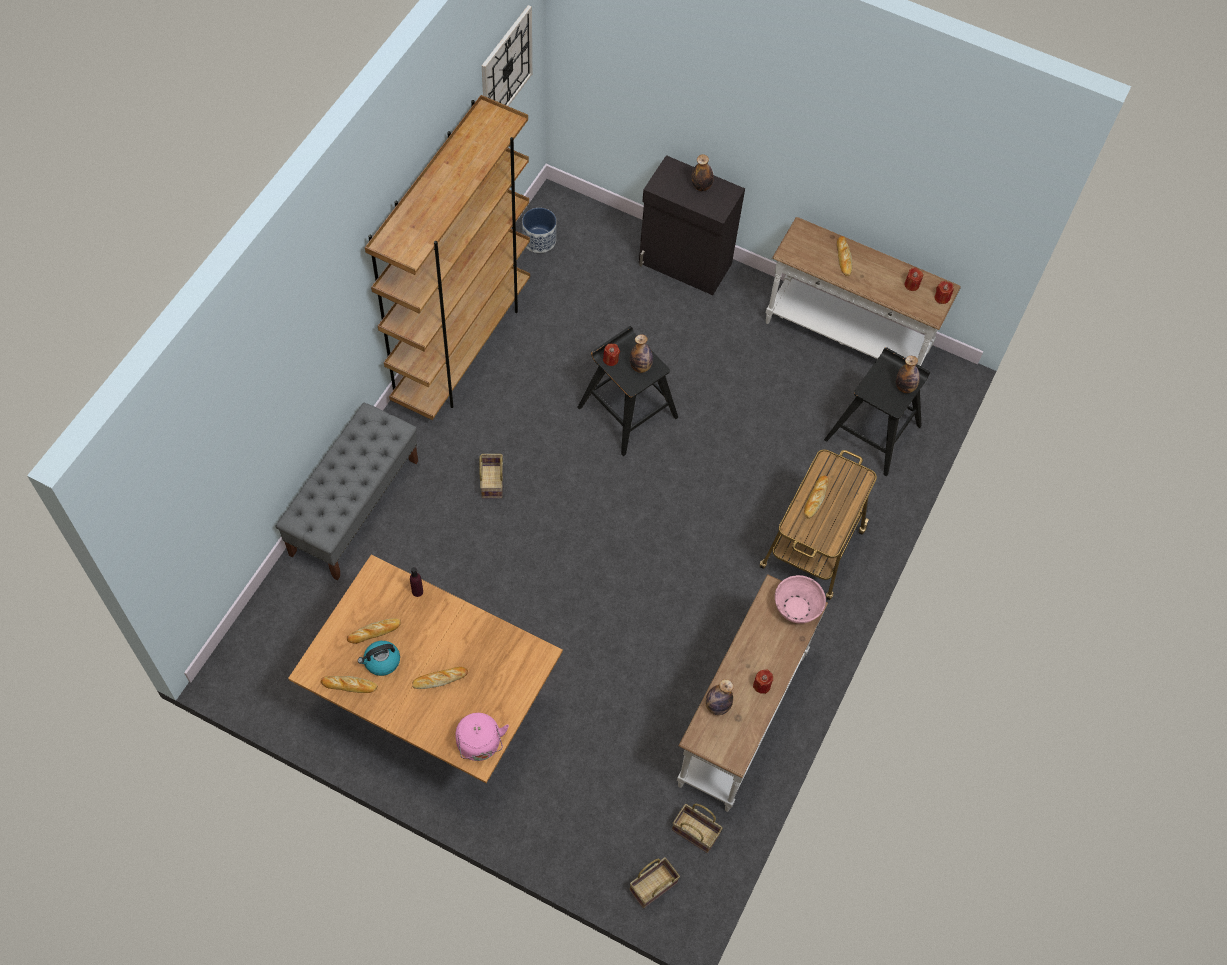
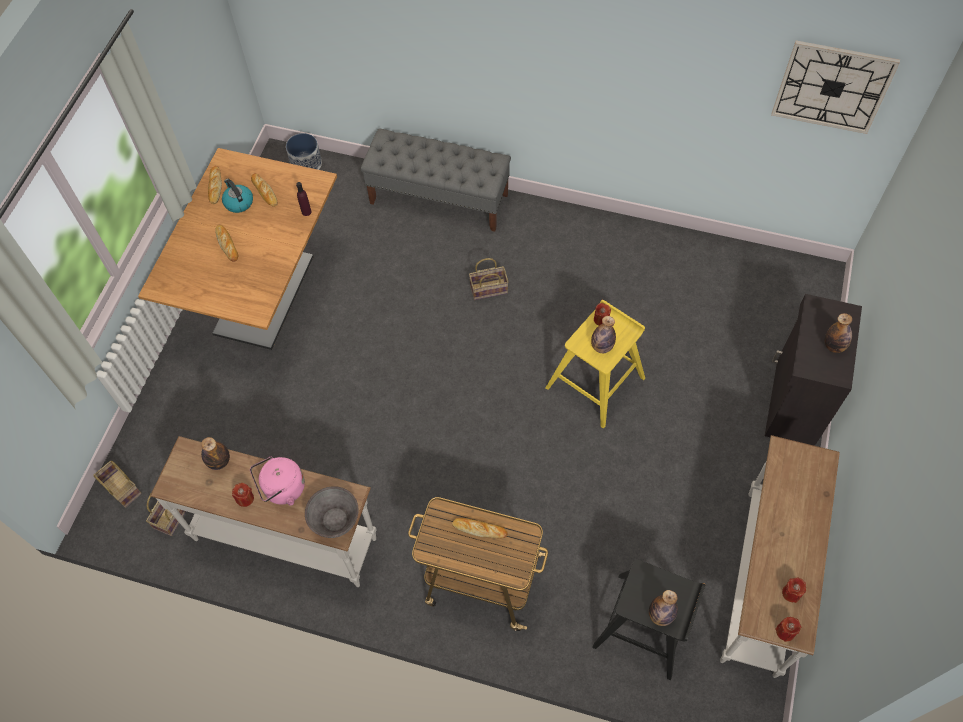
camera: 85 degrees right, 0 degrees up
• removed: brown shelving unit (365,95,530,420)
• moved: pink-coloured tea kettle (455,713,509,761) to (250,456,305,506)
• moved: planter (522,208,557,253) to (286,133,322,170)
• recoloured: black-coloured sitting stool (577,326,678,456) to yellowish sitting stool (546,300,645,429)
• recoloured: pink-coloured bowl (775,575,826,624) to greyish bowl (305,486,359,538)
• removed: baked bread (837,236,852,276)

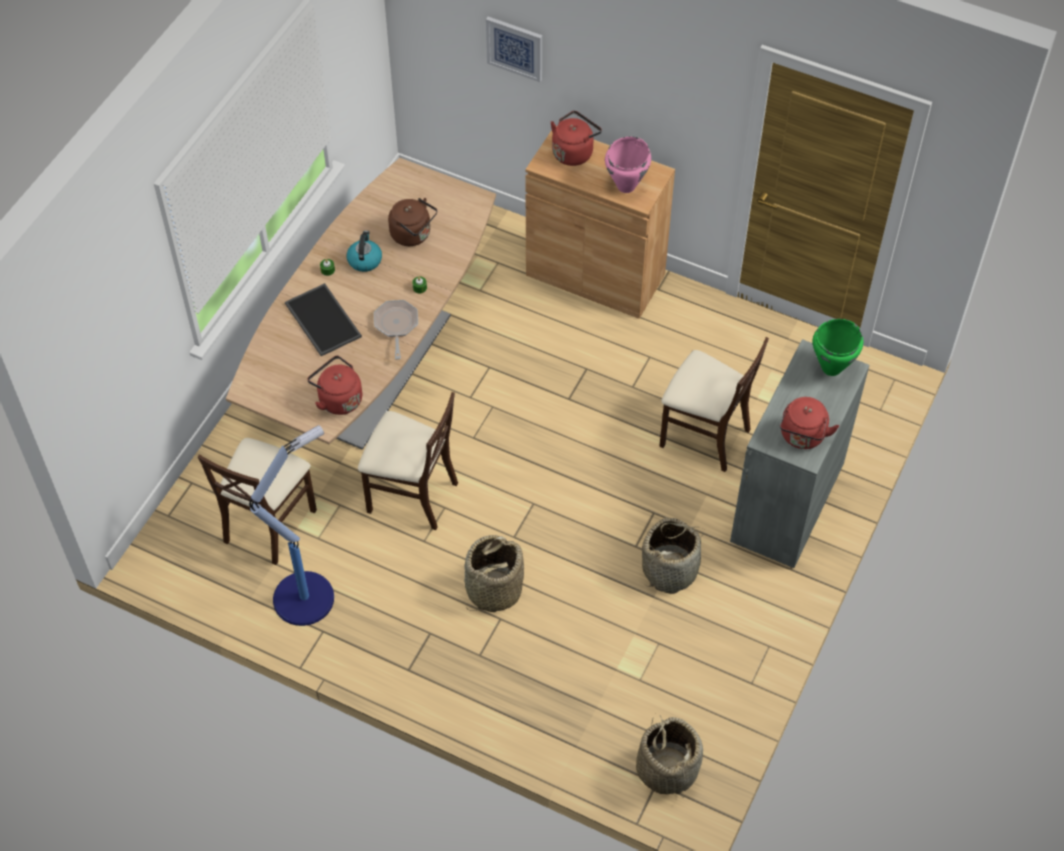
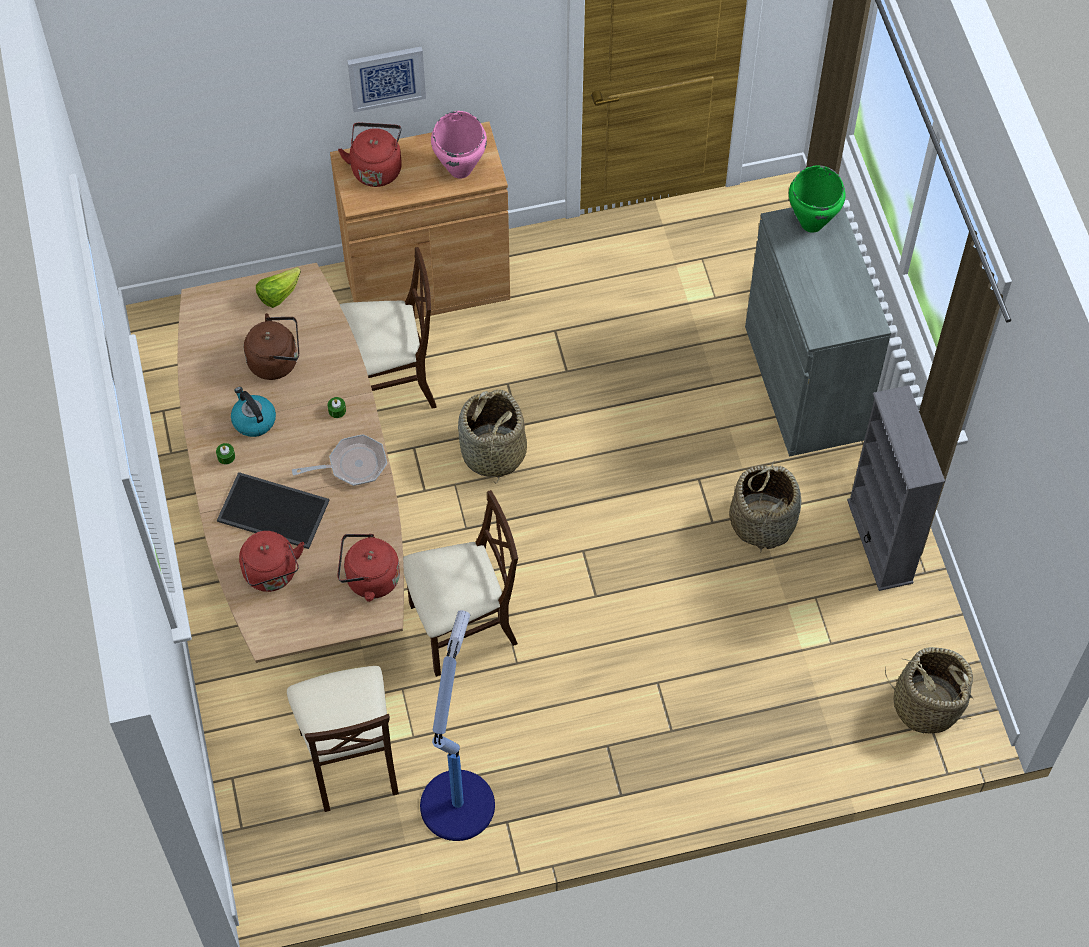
camera: 40 degrees left, 5 degrees up
• turned: skillet (374,300,418,359) = (292,434,387,486) 120 degrees clockwise
• moved: household basket (464,535,524,612) to (458,389,527,482)
• moved: picture (486,17,542,82) to (347,47,426,112)
• moved: sand-coloured upright chair (659,337,769,472) to (339,247,437,409)
• moved: reddish tea kettle (780,397,839,449) to (239,531,304,592)
• added: lettuce (256,267,301,308)
• added: greyish shelving unit (847,385,945,591)

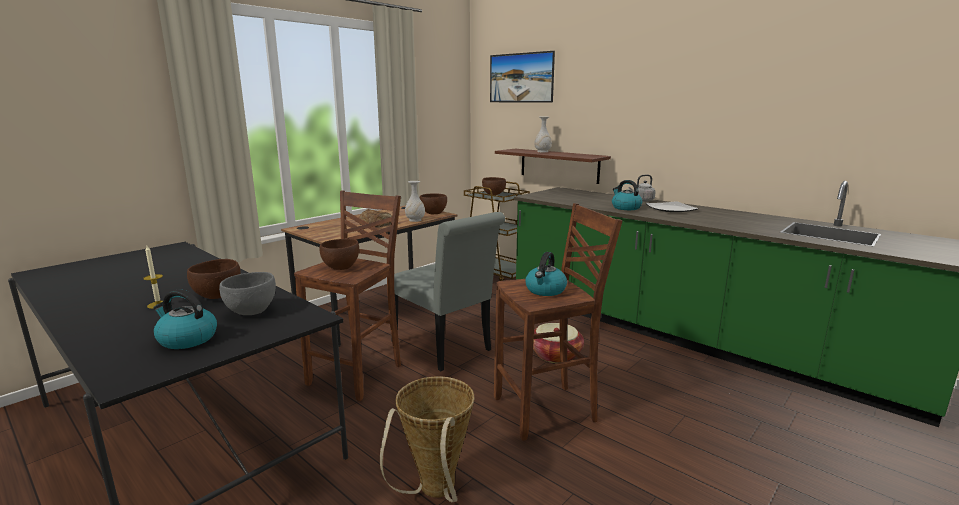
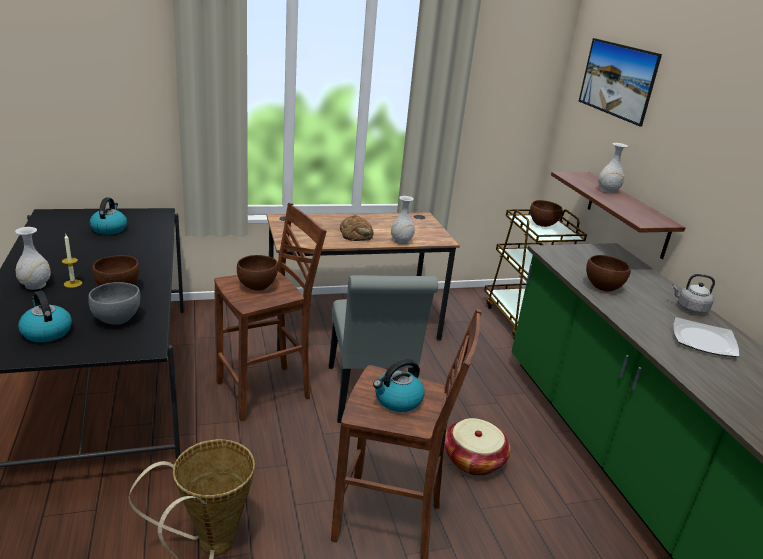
camera: 30 degrees right, 10 degrees up
• moved: brown bowl (419,194,447,214) to (586,255,631,292)
• moved: tea kettle (612,180,642,210) to (90,197,127,235)
• added: whitish decorative vase (15,227,51,290)

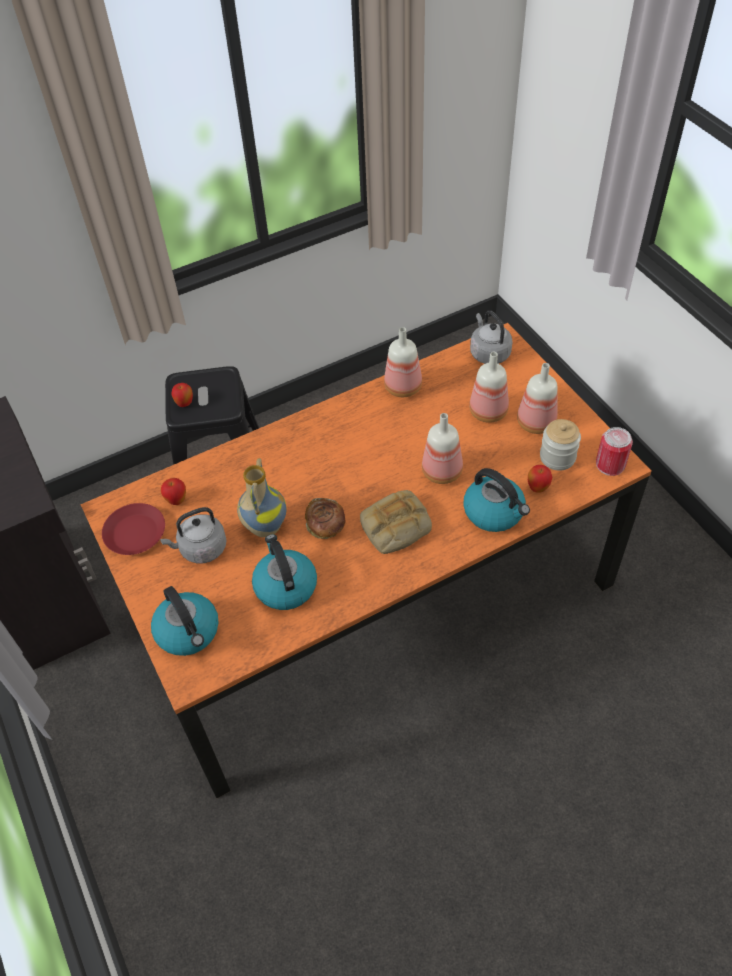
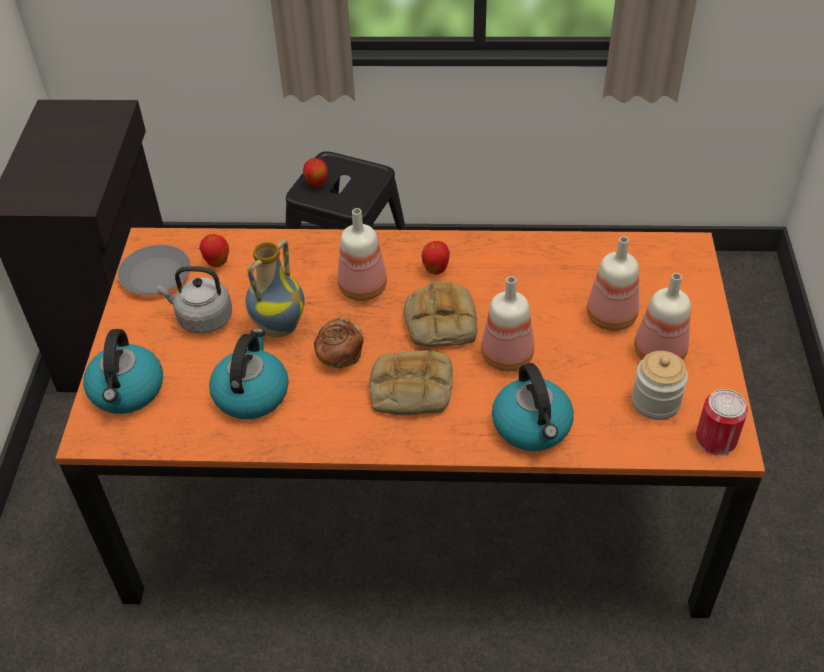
camera: 30 degrees right, 5 degrees down
• recoloured: reddish dinner plate (102,503,165,555) to greyish dinner plate (118,245,191,295)
• moved: beverage bottle (384,327,422,397) to (337,208,387,301)
• removed: greyish tea kettle (470,310,512,364)
• moved: apple fruit (528,465,552,493) to (421,241,450,274)
• added: baked bread (404,281,477,347)

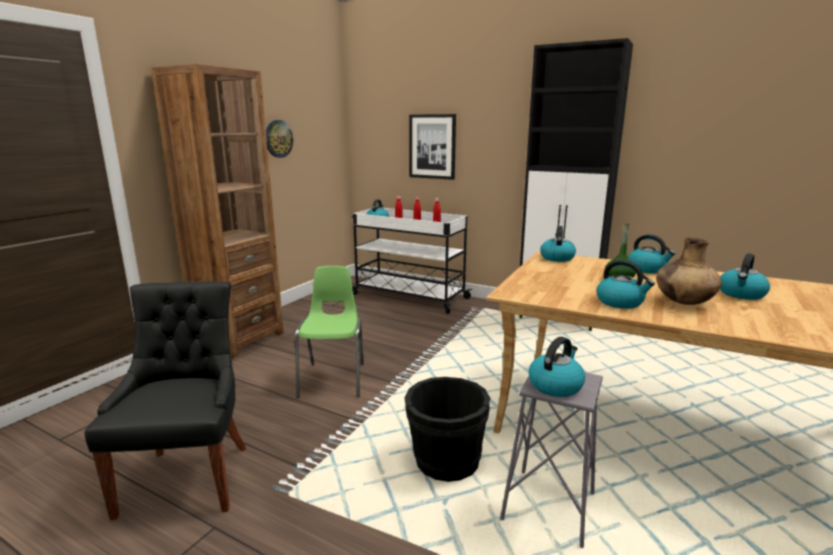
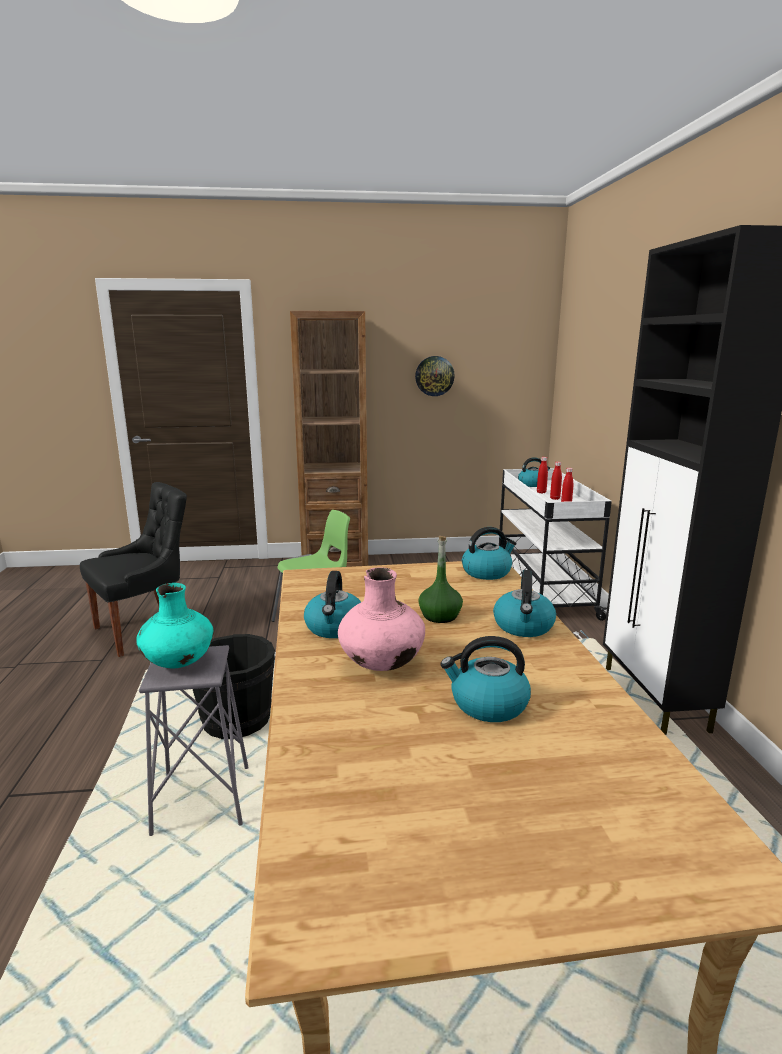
camera: 55 degrees right, 0 degrees up
• removed: picture (409,114,456,180)
• replaced: tea kettle (528,337,585,397) to turquoise-coloured decorative vase (136,583,214,668)
• recoloured: brown decorative vase (656,237,722,305) to pink-coloured decorative vase (338,567,425,671)

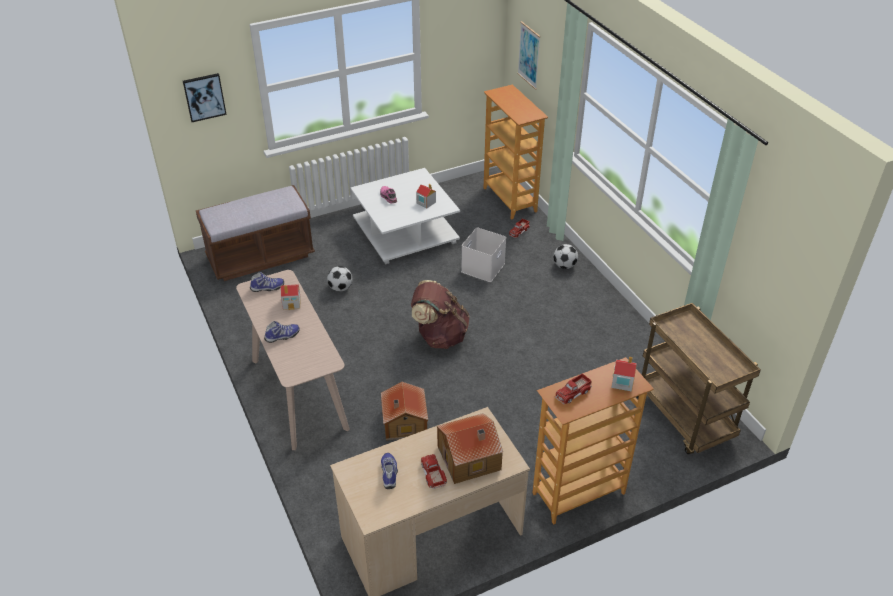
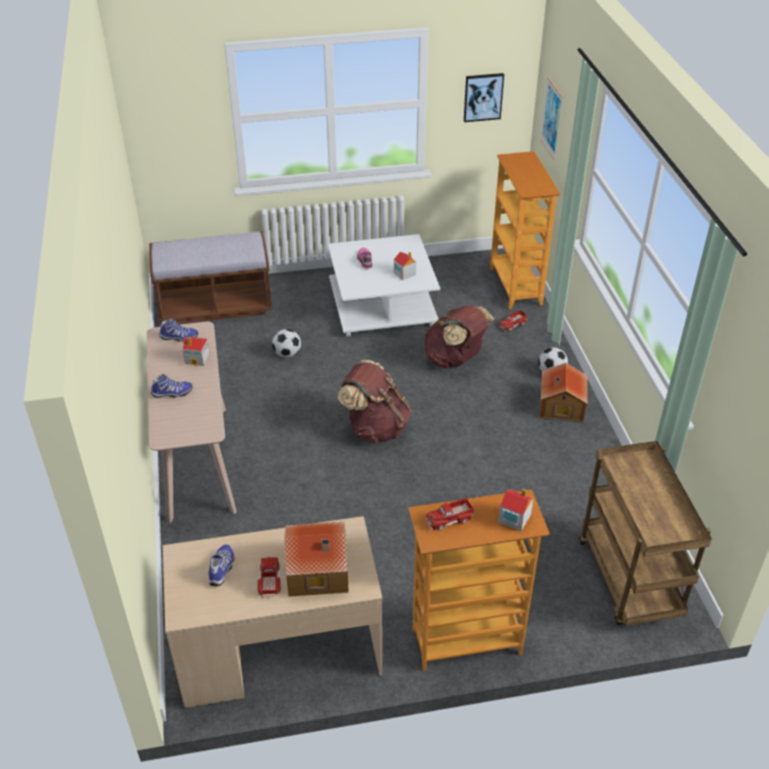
camera: 15 degrees right, 0 degrees up
• moved: picture (183,73,227,122) to (464,73,504,122)
• moved: toy house (381,382,428,441) to (540,363,588,423)
• replaced: whitish storage bin (461,227,506,282) to brown rucksack (424,305,494,368)

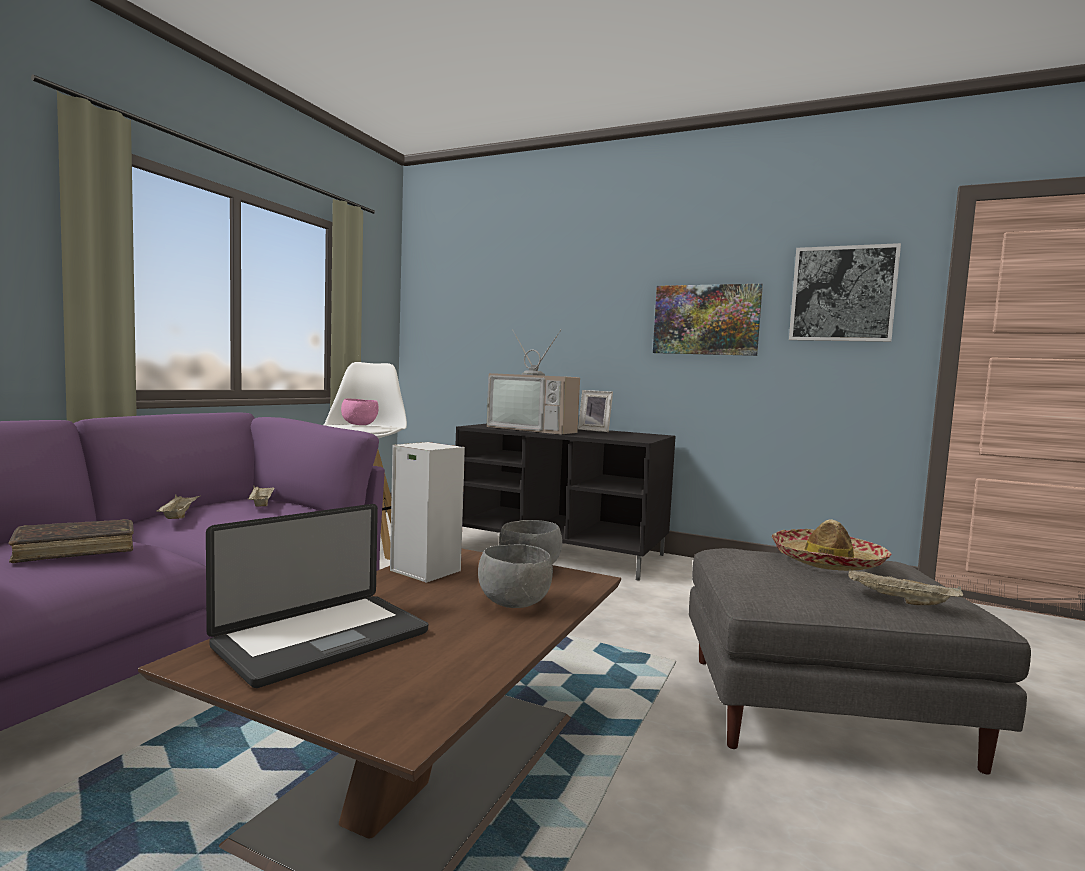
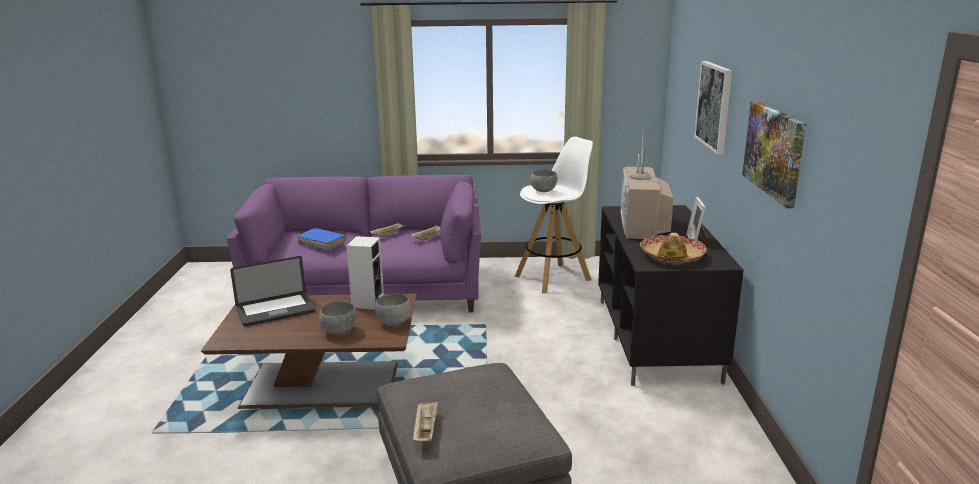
camera: 65 degrees right, 15 degrees up
• recoloured: brown book (9,519,134,563) to blue-coloured book (298,228,346,251)
• turned: laptop (206,504,428,688) = (230,256,315,326) 45 degrees counterclockwise
• recoloured: pink-coloured bowl (341,398,379,425) to greyish bowl (530,169,557,192)
• moved: wearable hat (772,519,891,571) to (640,233,707,263)
• moved: picture (789,243,901,342) to (694,61,732,154)

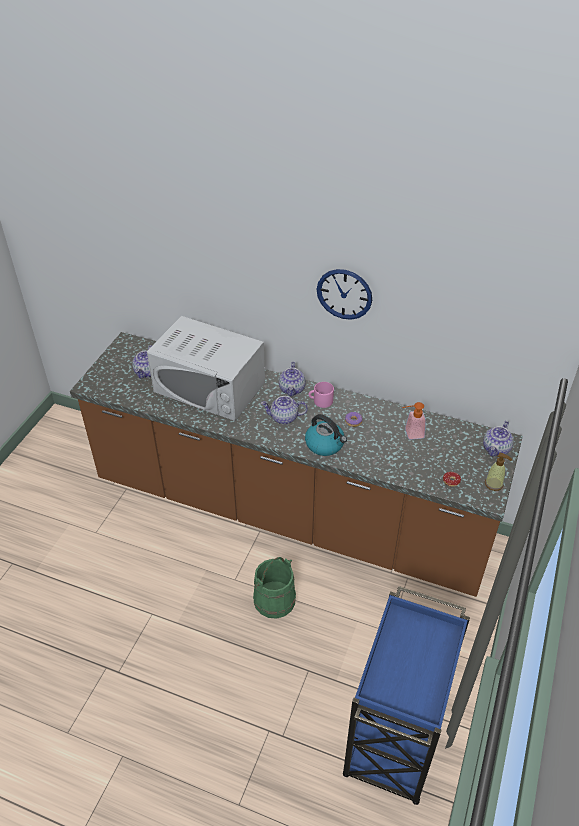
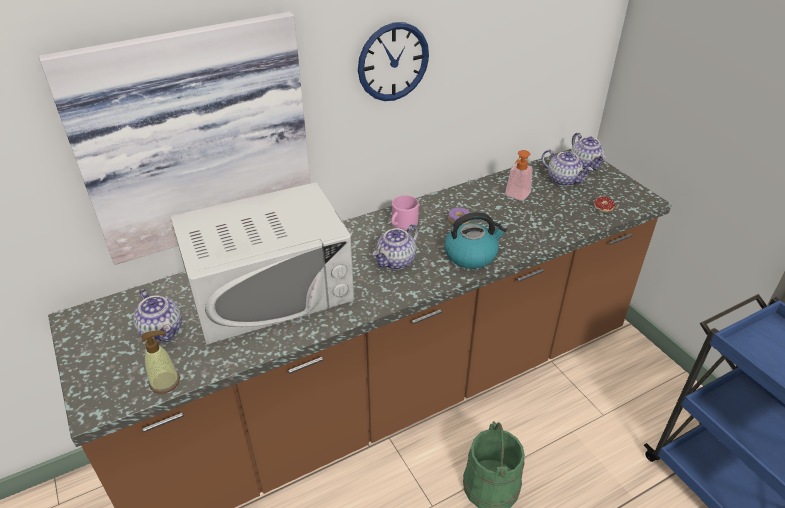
camera: 50 degrees left, 5 degrees down
• moved: tea pot (279,362,306,397) to (541,150,593,186)
• moved: soap bottle (485,452,512,491) to (142,330,180,394)
• added: picture (39,12,310,265)

